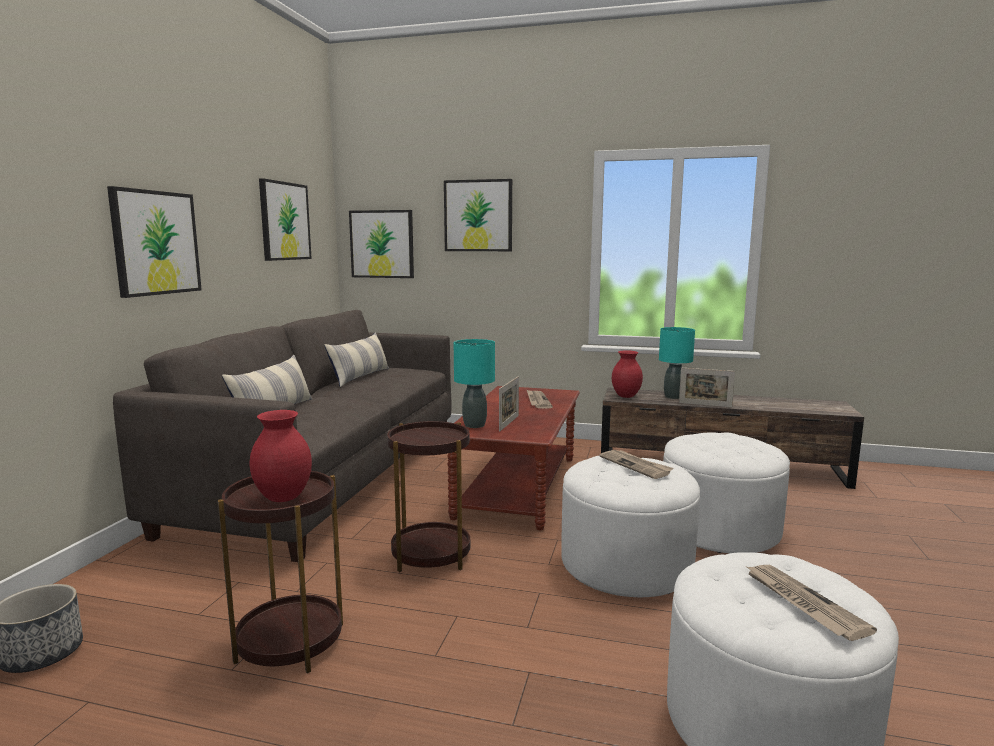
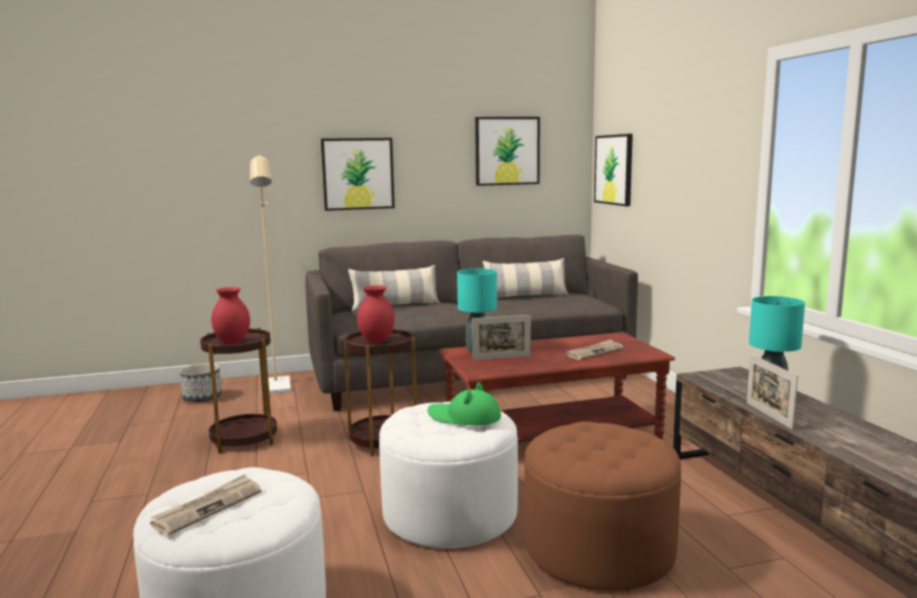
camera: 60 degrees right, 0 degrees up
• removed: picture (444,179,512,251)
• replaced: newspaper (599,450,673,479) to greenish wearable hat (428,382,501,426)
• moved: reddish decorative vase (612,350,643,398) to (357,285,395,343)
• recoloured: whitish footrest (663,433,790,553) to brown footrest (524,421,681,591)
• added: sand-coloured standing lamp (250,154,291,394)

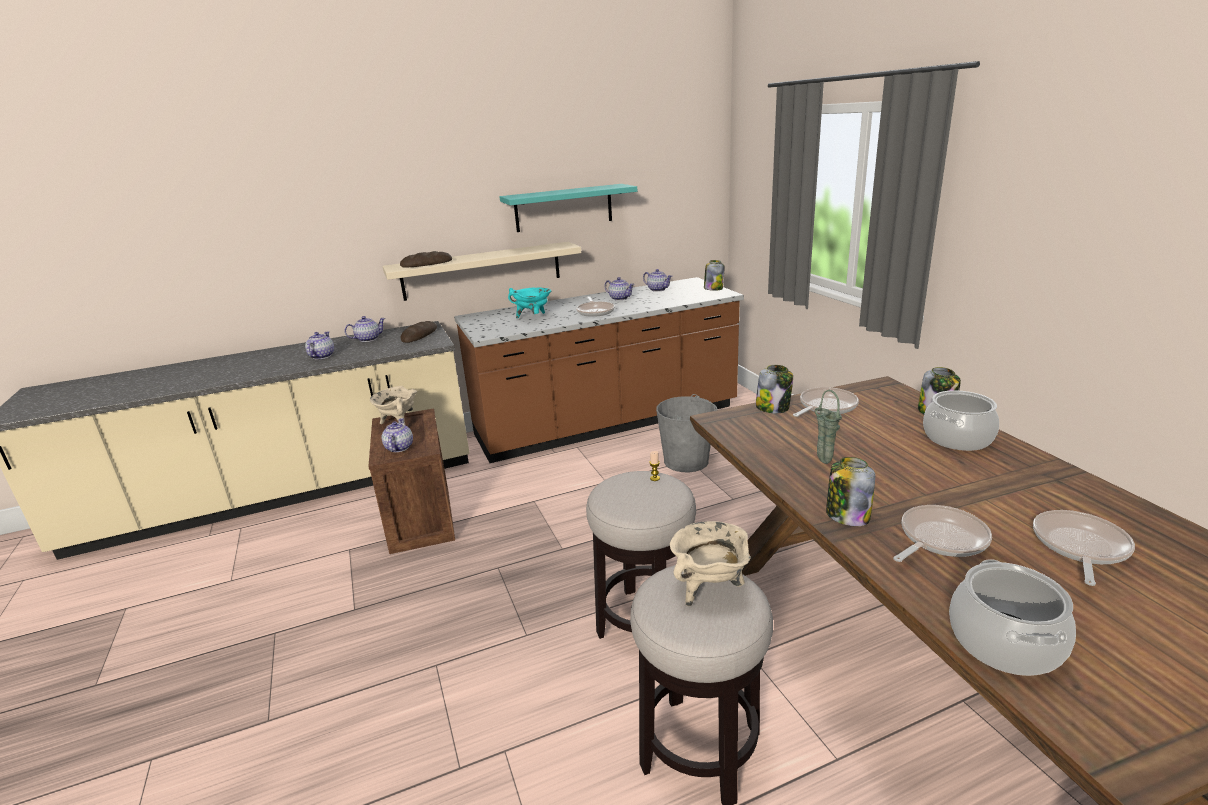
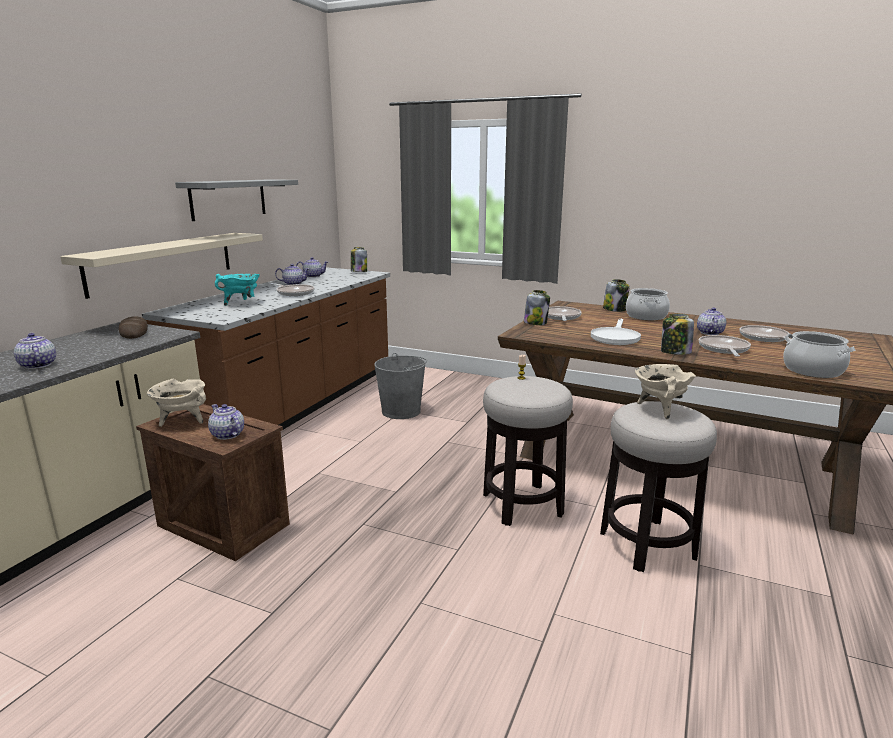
camera: 45 degrees left, 5 degrees down
• moved: tea pot (345,316,385,342) to (697,307,726,335)
• removed: baked bread (400,251,452,268)
• recoloured: turquoise-coloured bracket shelf (500,184,637,232) to greyish bracket shelf (175,179,298,221)
• replaced: greenish decorative vase (815,390,842,464) to whitish skillet (591,319,641,345)

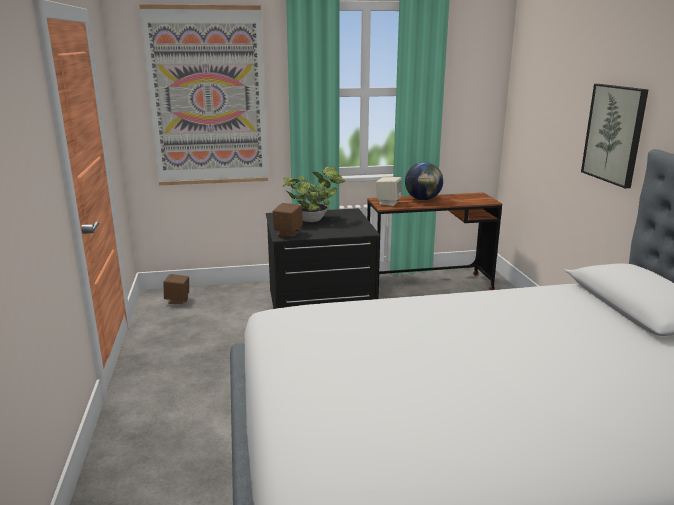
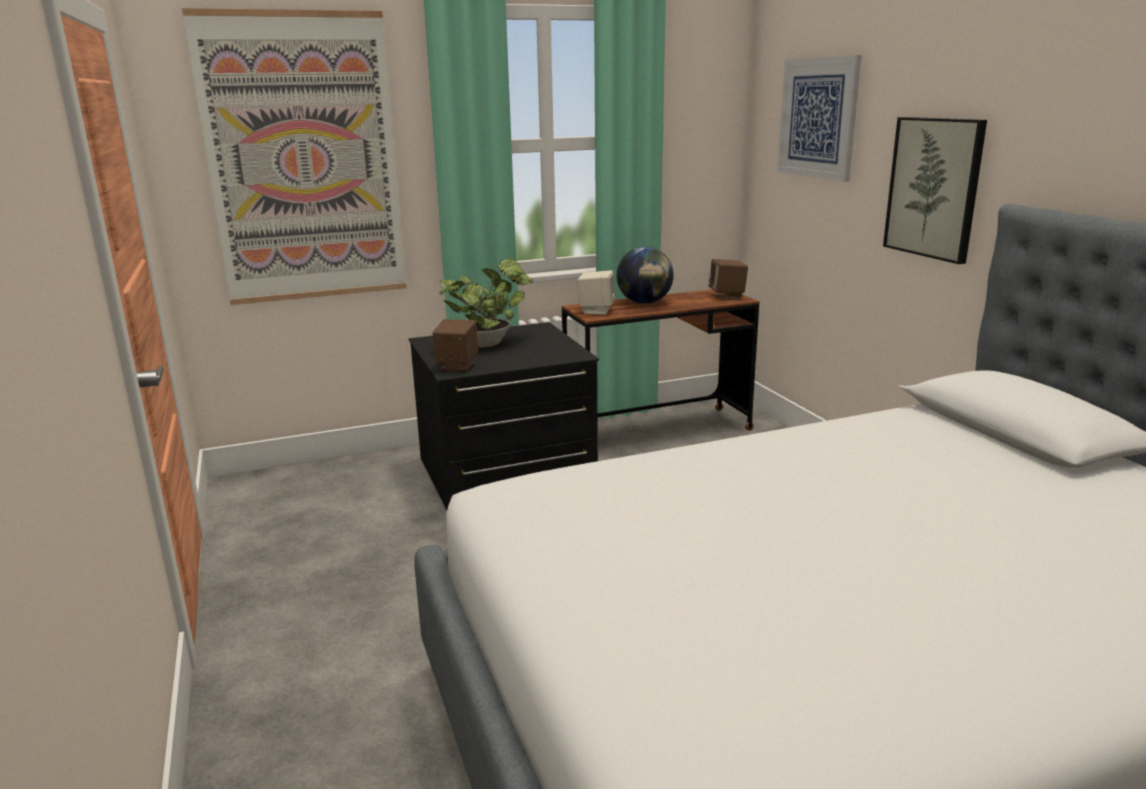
camera: 10 degrees left, 0 degrees up
• moved: brown audio speaker (163,274,189,304) to (708,259,748,300)
• added: picture (777,55,861,182)

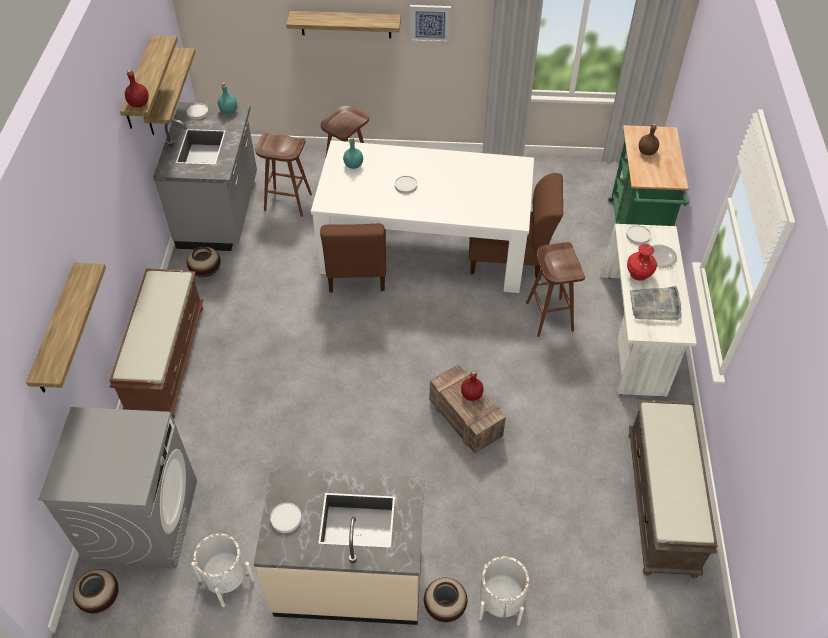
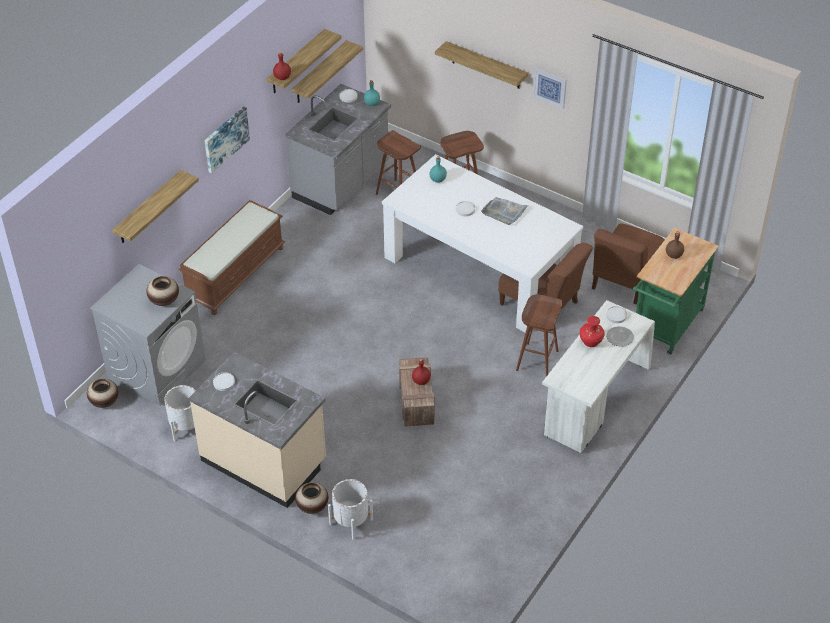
camera: 30 degrees right, 5 degrees down
• moved: decorative vase (187,247,221,277) to (146,276,179,306)
• moved: brown upright chair (320,224,386,293) to (592,223,665,305)
• removed: brown bench (629,400,718,578)
• moved: greyish serving tray (630,286,682,321) to (481,197,528,225)
• added: picture (204,106,250,174)

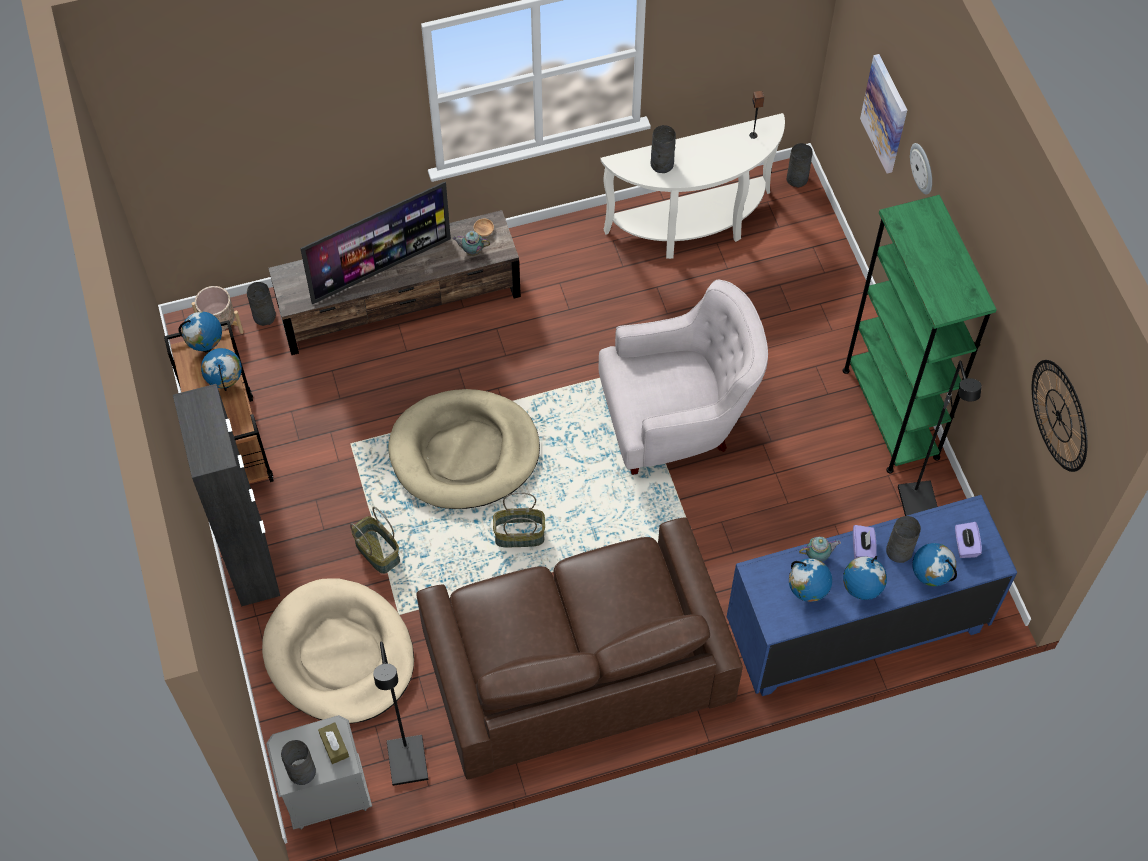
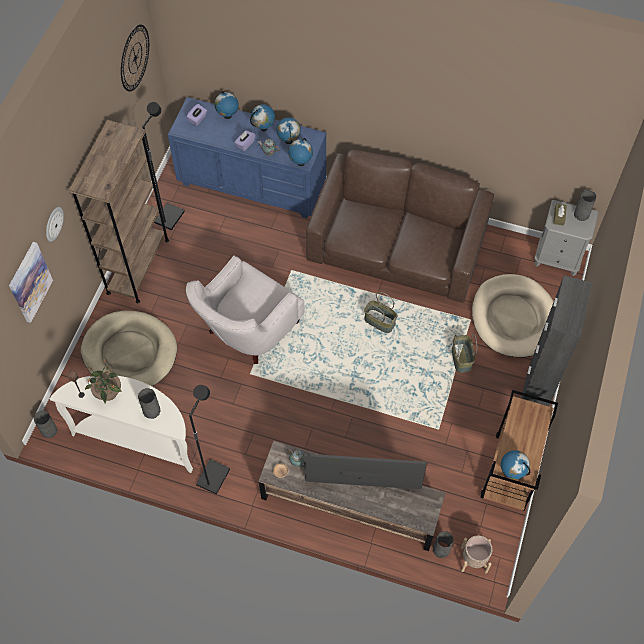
camera: 145 degrees left, 0 degrees up
• moved: desk globe (201,348,242,391) to (288,138,313,166)
• moved: black-coloured standing lamp (373,642,428,786) to (189,385,230,494)
• moved: sand-coloured dog cushion (388,389,540,509) to (81,311,177,386)
• turned: whitish armchair (598,280,768,475) = (186,256,305,364) 75 degrees counterclockwise
• recoloured: greenish shelving unit (843,195,997,473) to brown shelving unit (69,120,169,303)
• removed: greyish decorative vase (886,516,921,563)
• added: houseplant (85,359,121,403)

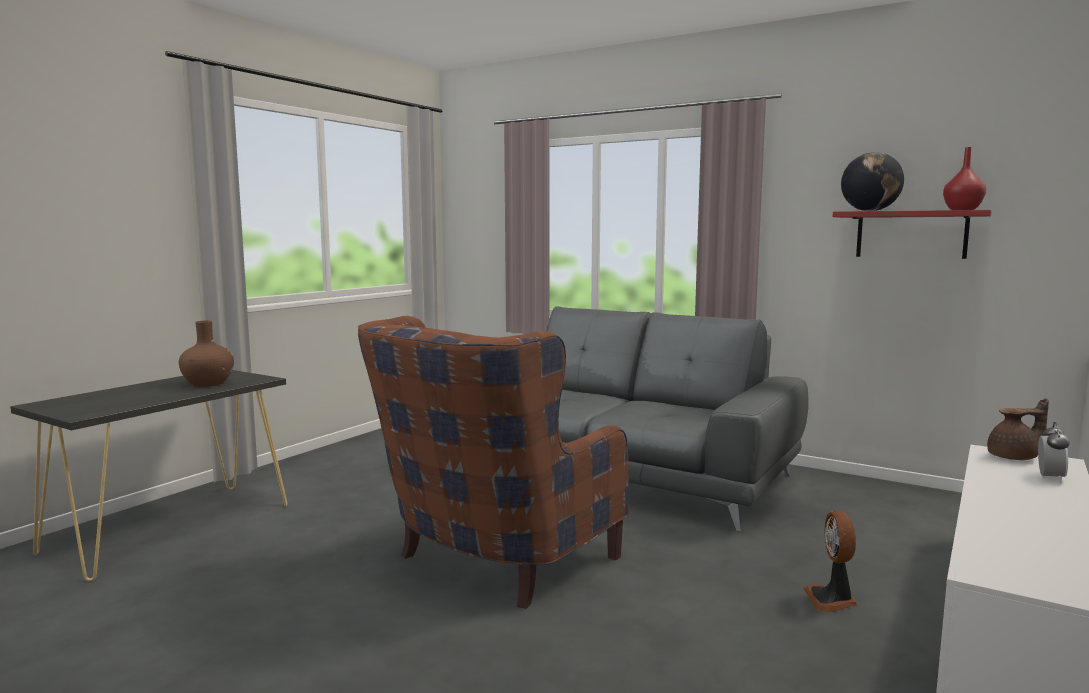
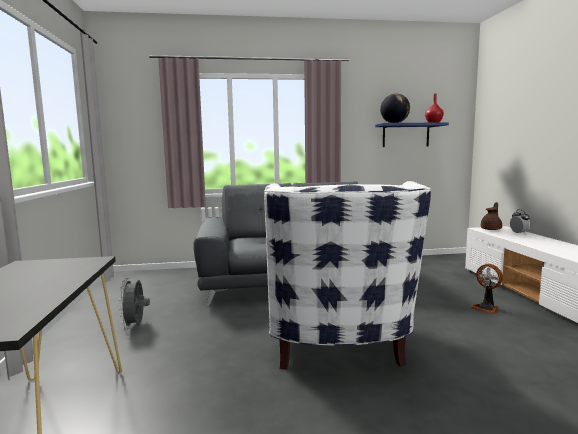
camera: 40 degrees left, 0 degrees up
• removed: brown decorative vase (179,321,234,387)
• recoloured: brown armchair (358,316,629,609) to whitish armchair (264,181,431,369)
• recoloured: reddish bracket shelf (833,210,992,259) to blue-coloured bracket shelf (375,122,449,147)
• added: greyish electric fan (119,278,150,329)

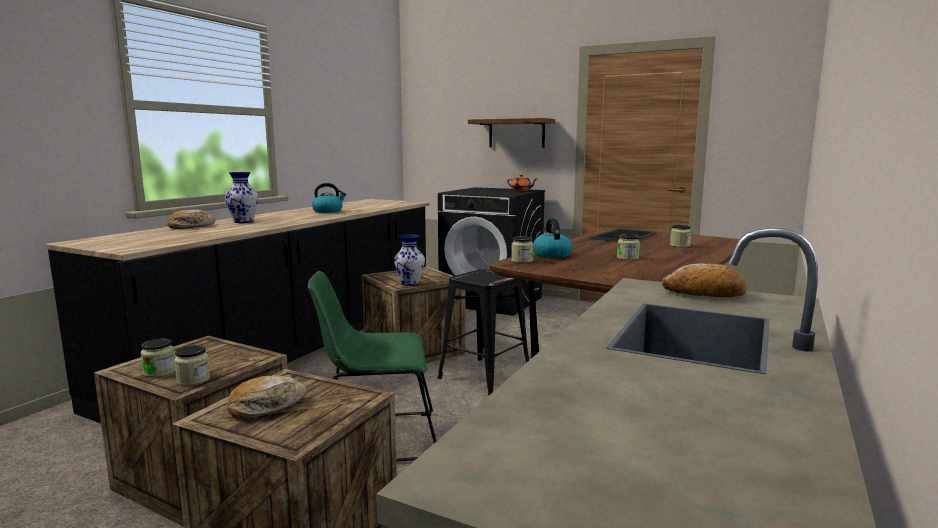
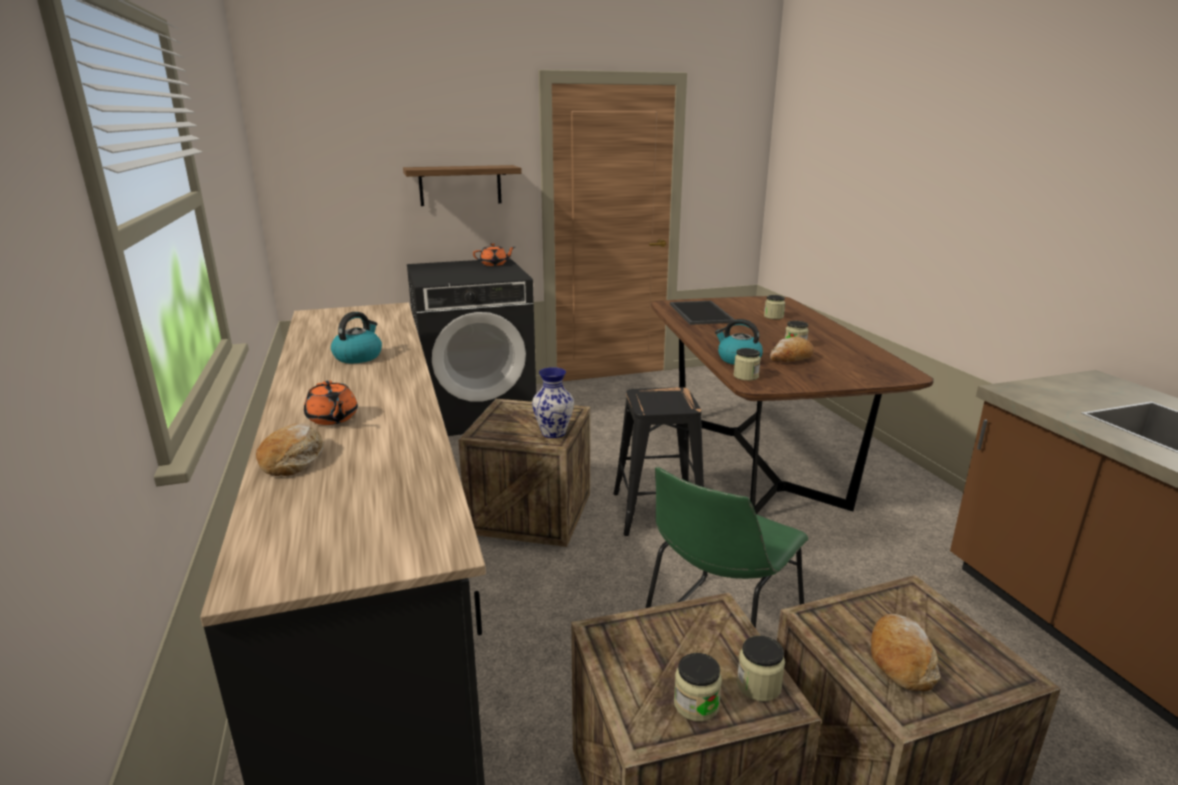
camera: 45 degrees left, 10 degrees up
• replaced: decorative vase (225,172,258,223) to orangey tea pot (304,380,358,425)
• moved: baked bread (662,264,747,297) to (770,337,814,362)

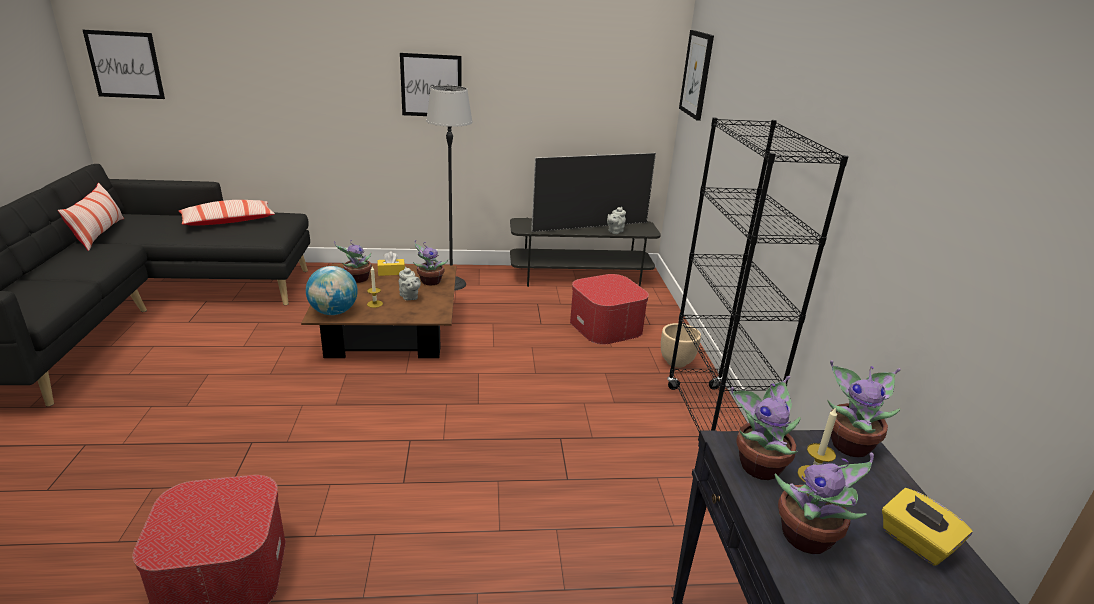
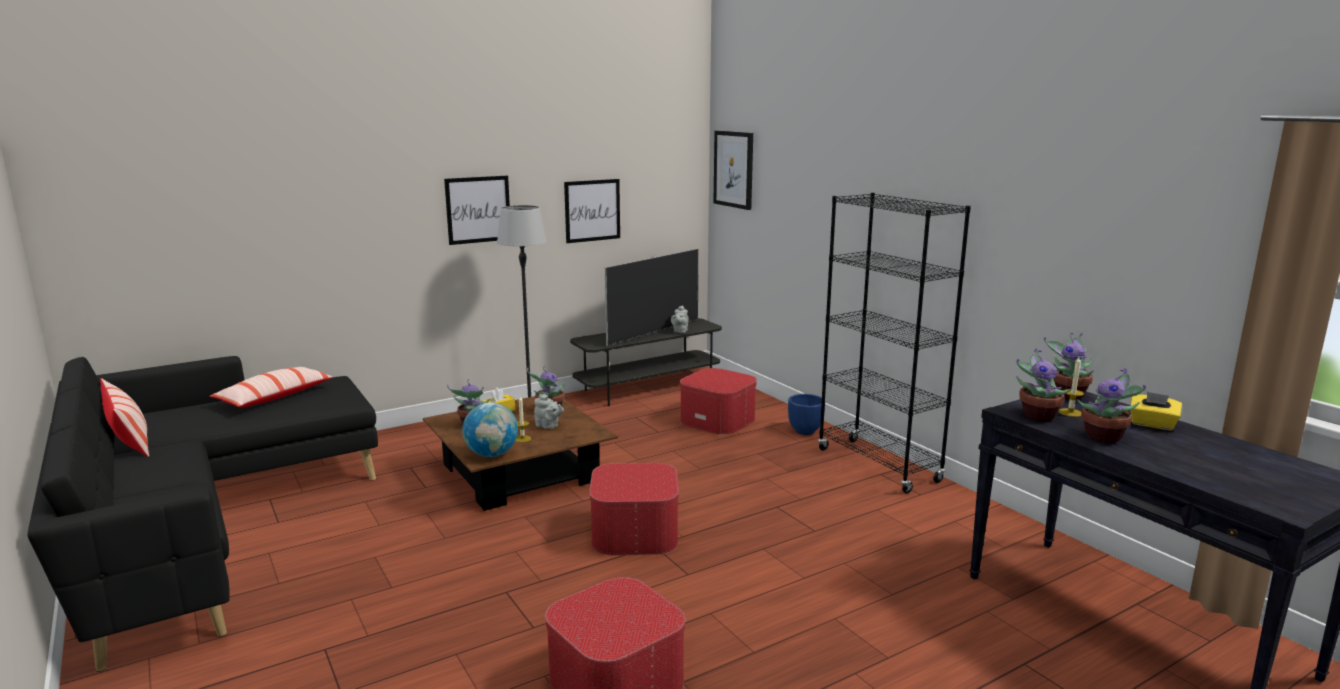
camera: 25 degrees left, 10 degrees down
• moved: picture (83,30,165,99) to (564,179,620,243)
• recoloured: sand-coloured planter (661,323,701,368) to blue-coloured planter (788,394,825,435)
• added: footrest (589,463,679,555)

